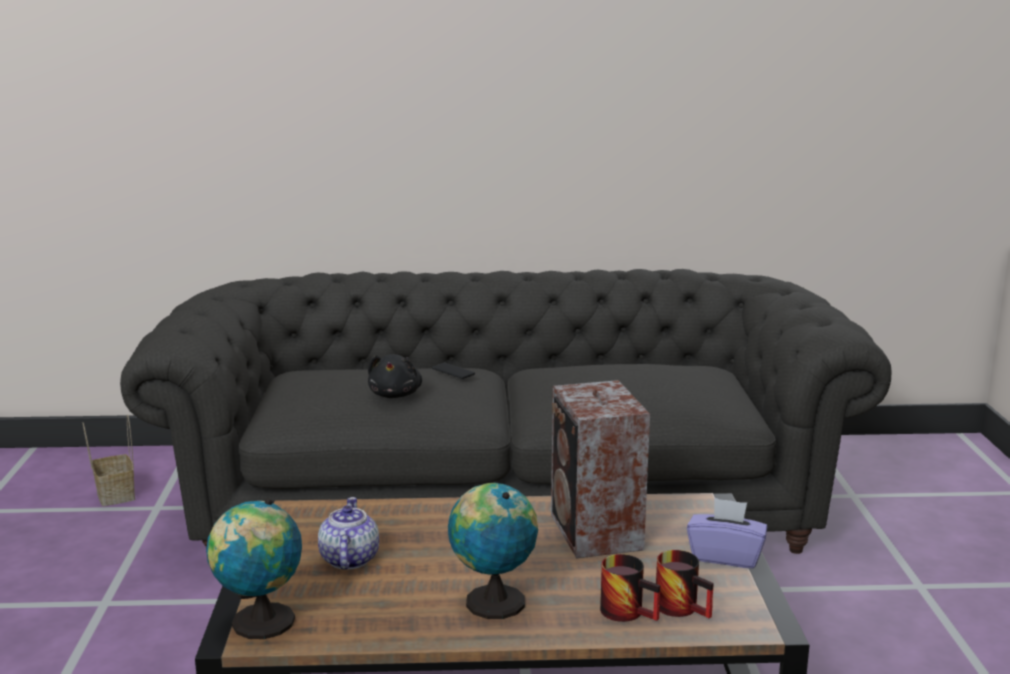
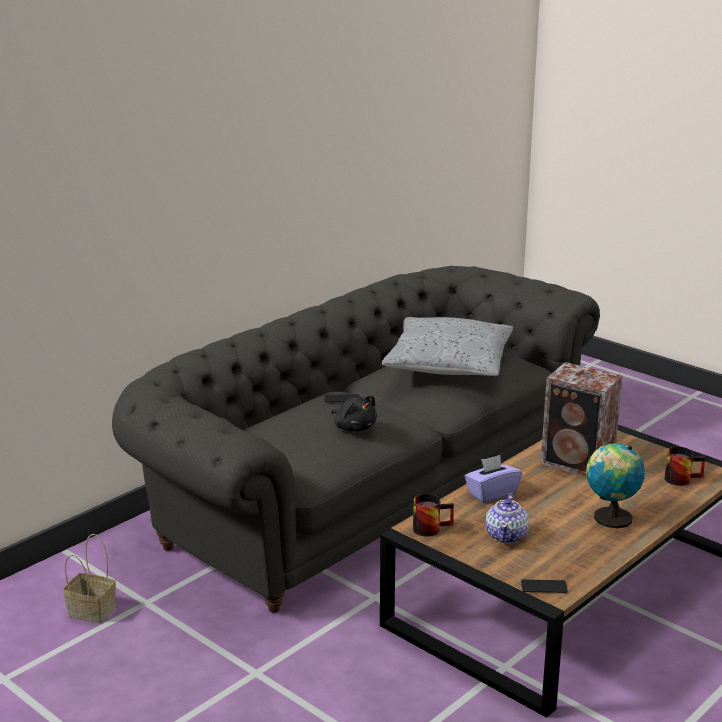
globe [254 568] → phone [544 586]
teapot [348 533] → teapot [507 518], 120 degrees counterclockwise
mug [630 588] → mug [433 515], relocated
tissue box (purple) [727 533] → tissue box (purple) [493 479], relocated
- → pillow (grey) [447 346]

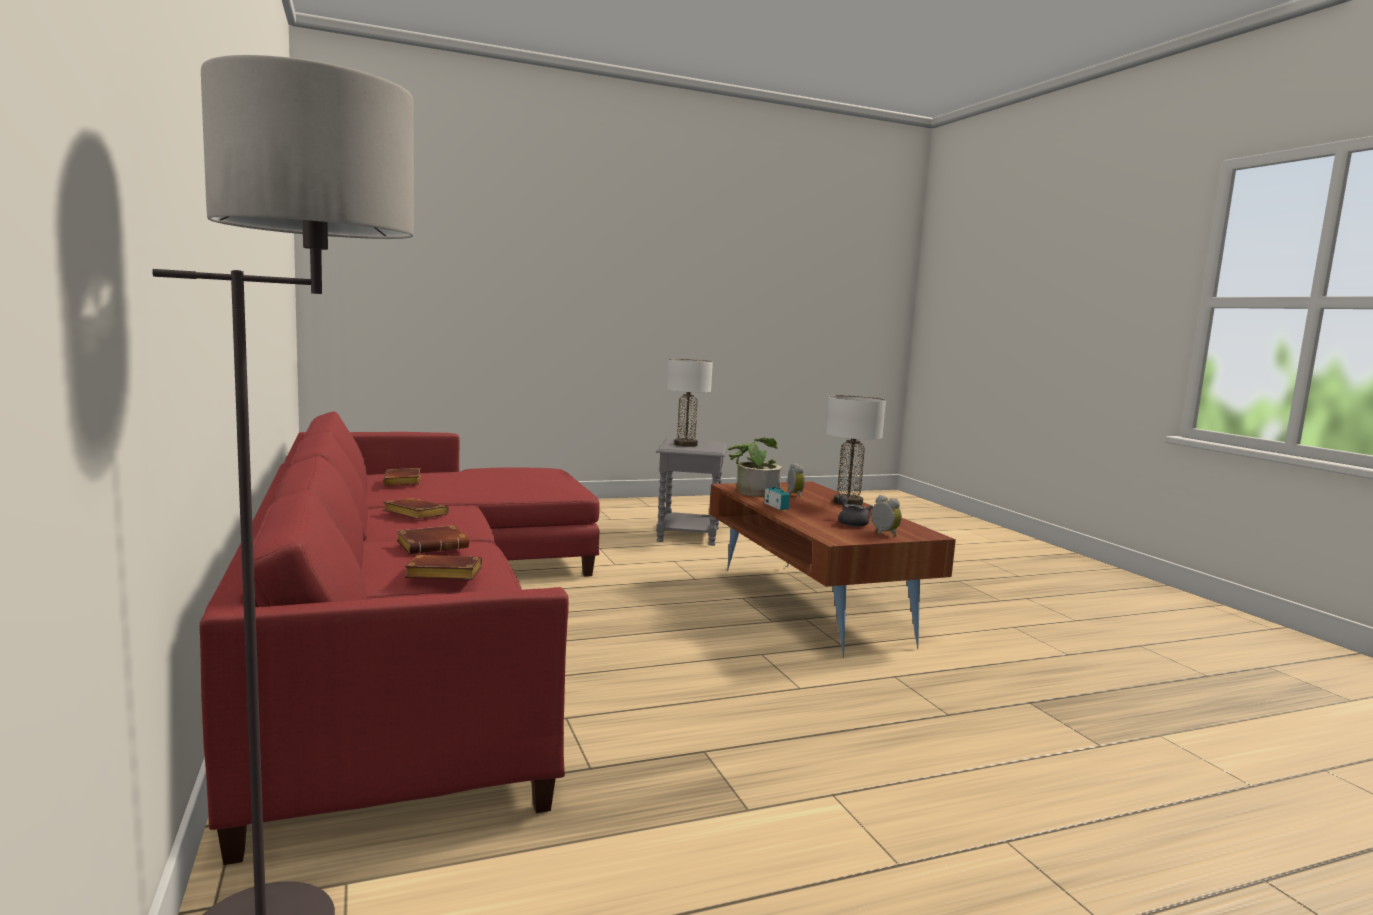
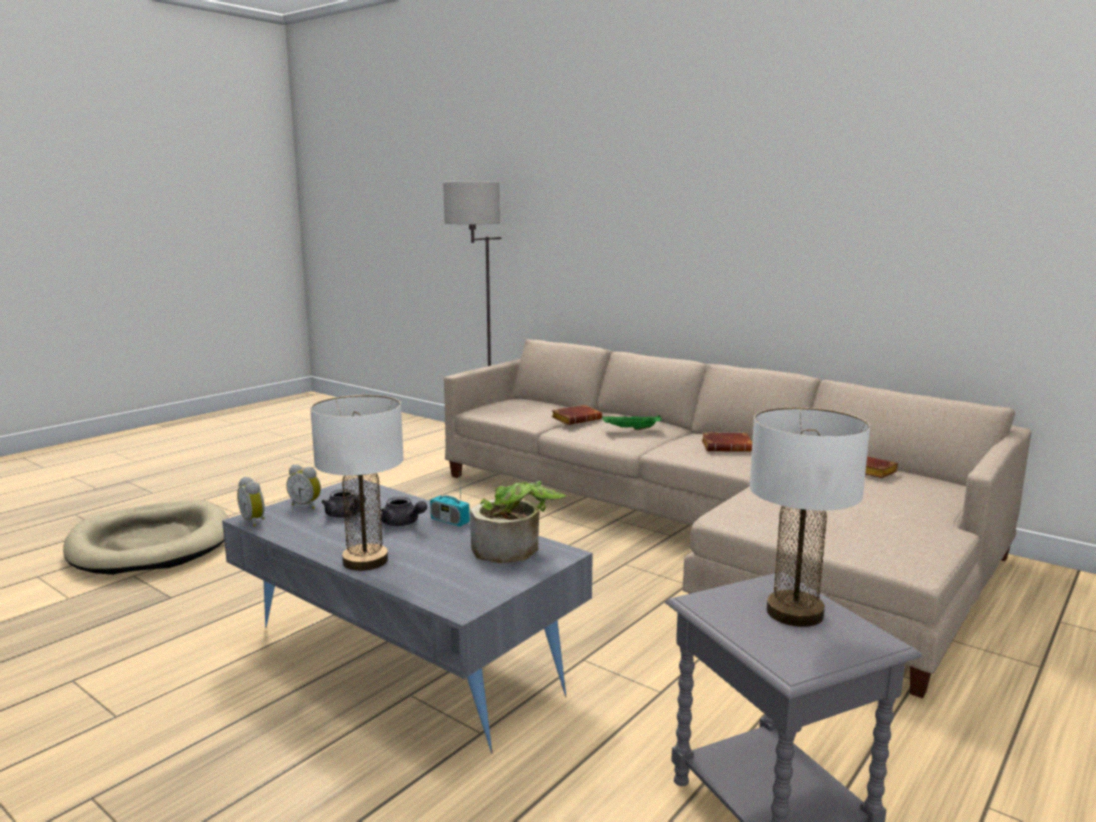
sofa (red) [400 638] → sofa (beige) [737 518]
book (brown) [433 539] → tray (green) [632 422]
coffee table (brown) [832 570] → coffee table (grey) [407 615]
alarm clock [796 480] → alarm clock [251 502], relocated
- → dog bed (beige) [145 537]
- → teapot (grey) [404 511]

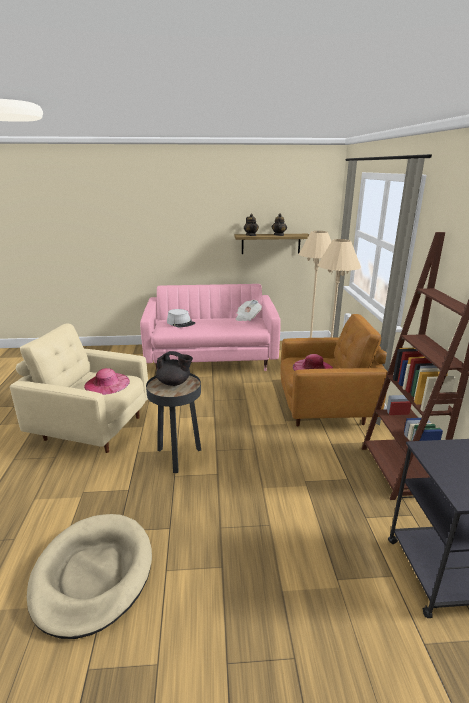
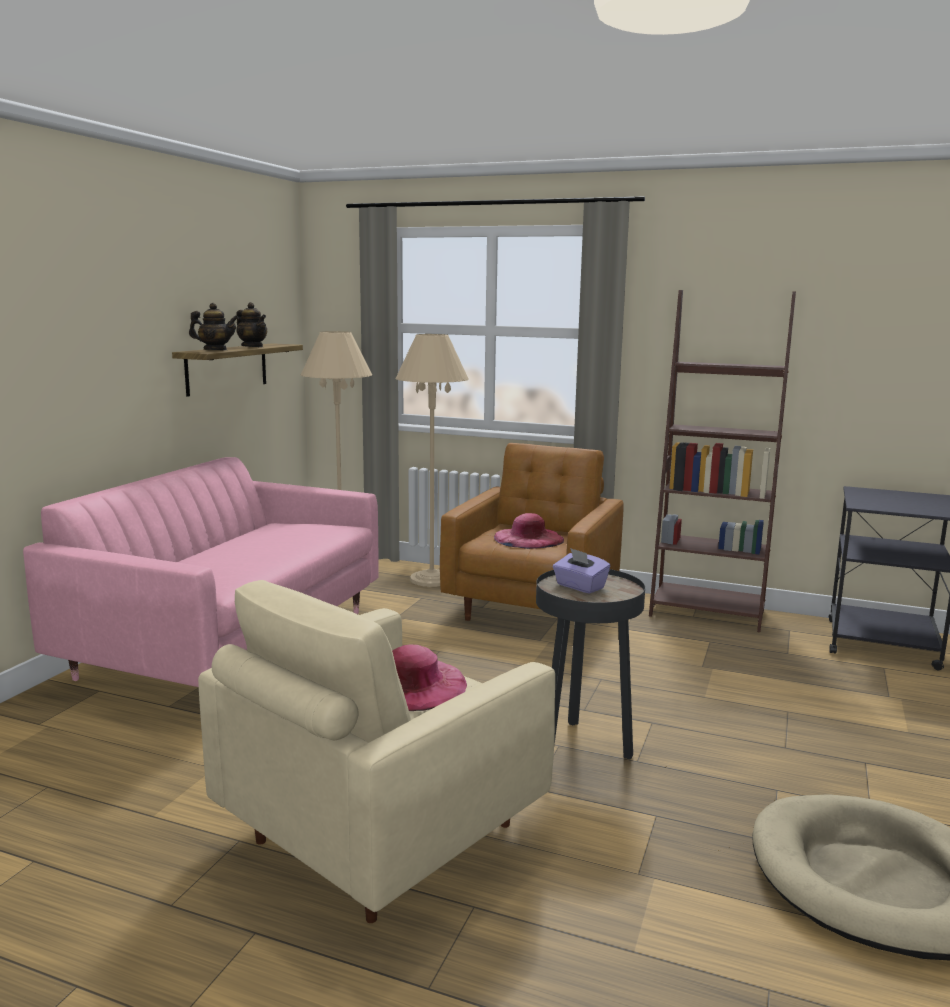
teapot (black) [174 368] → tissue box (purple) [581 571]
hat (grey) [181 318] → -
newspaper [248 310] → -

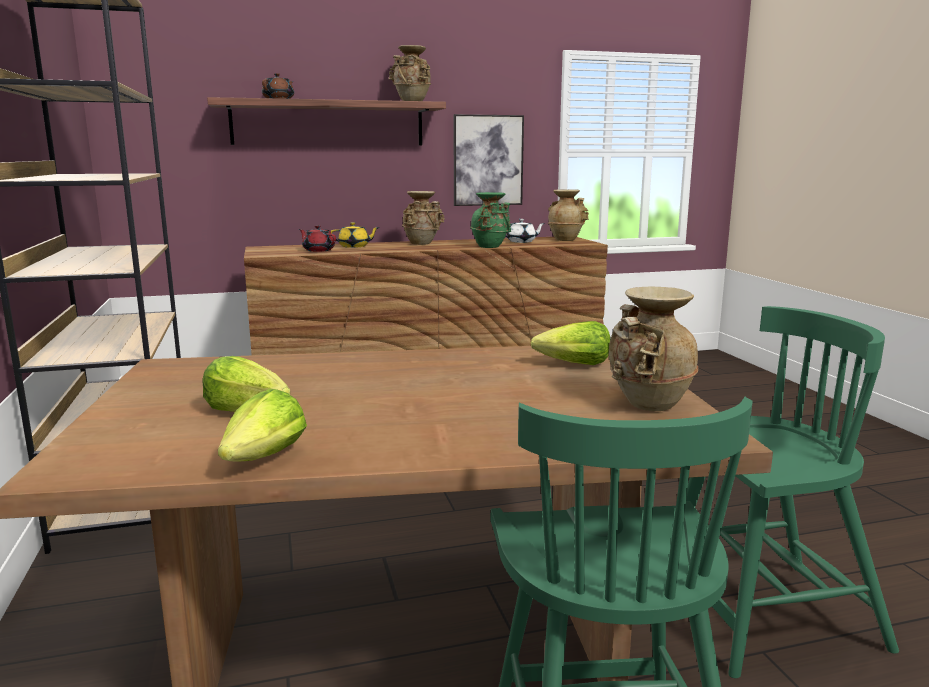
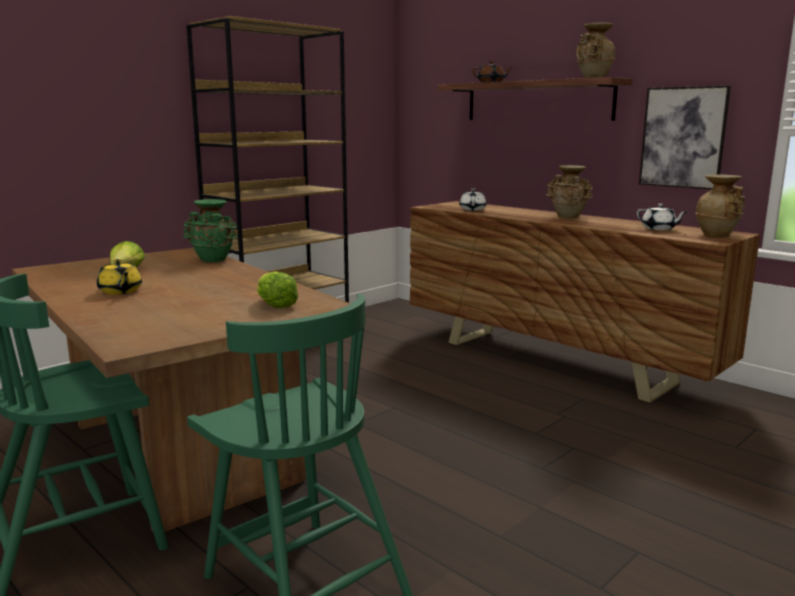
lettuce [262 425] → -
teapot (red) [317 238] → teapot (white) [473 199]
teapot (yellow) [355 235] → teapot (yellow) [119 277], relocated
vase (green) [490 220] → vase (green) [210 230], relocated
vase (beige) [653 349] → -

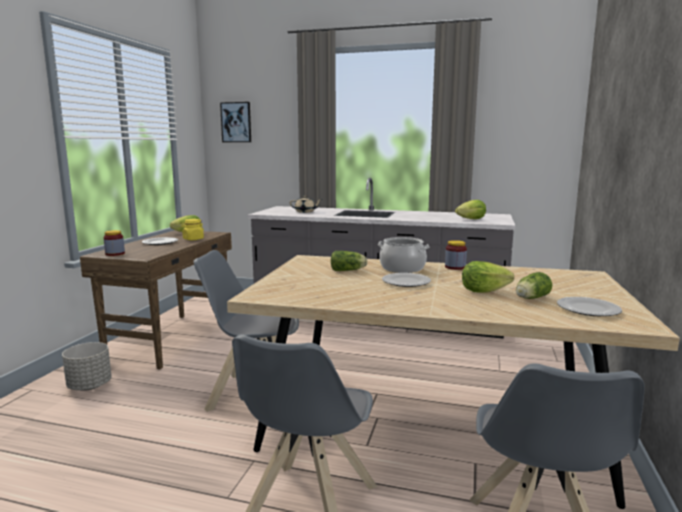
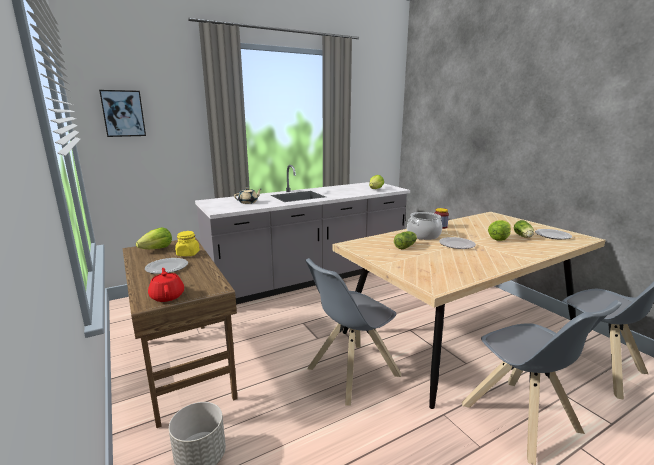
jar [114 243] → teapot (red) [166 285]

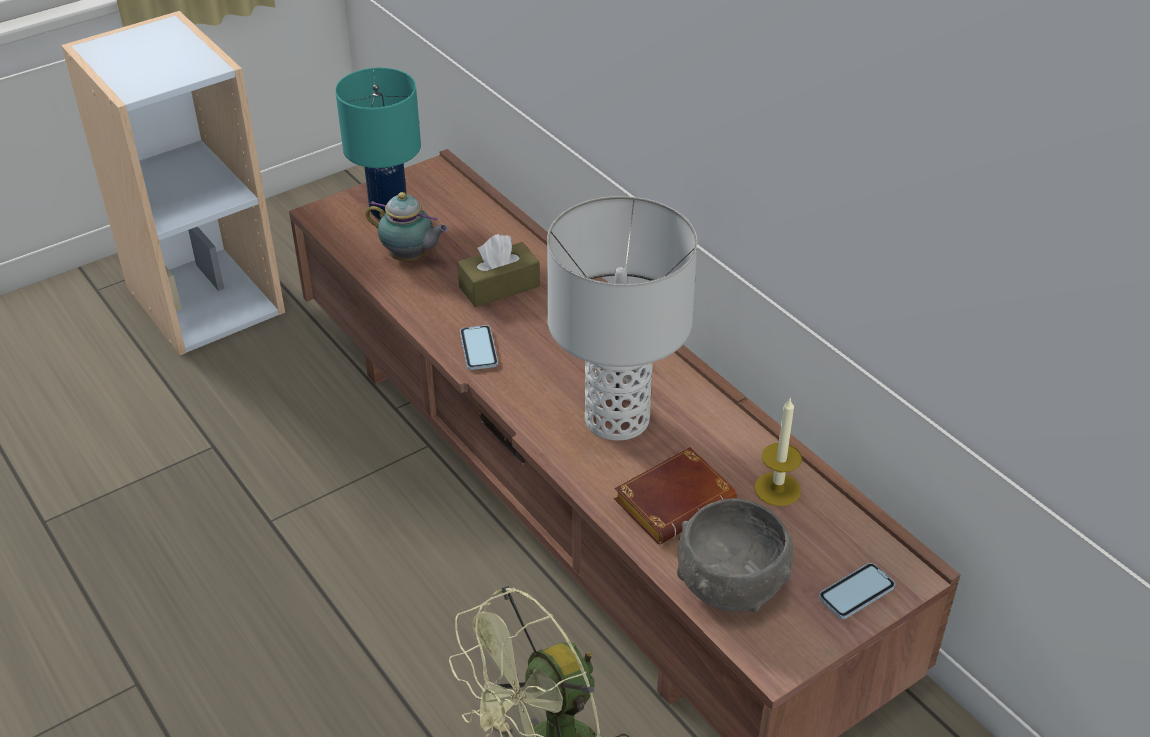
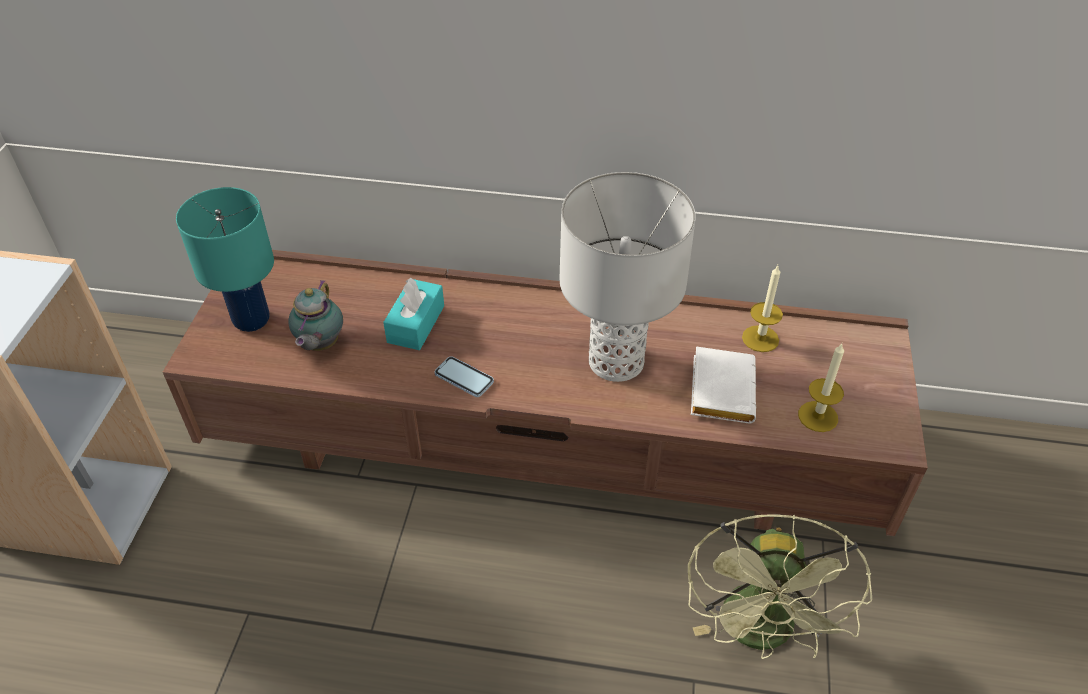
teapot [407 226] → teapot [315 315], 120 degrees clockwise
tissue box (brown) [498 270] → tissue box (turquoise) [413 314]
book (brown) [675 496] → book (white) [723 385]
bowl (grey) [735 555] → candle [821 388]
phone [857 591] → -

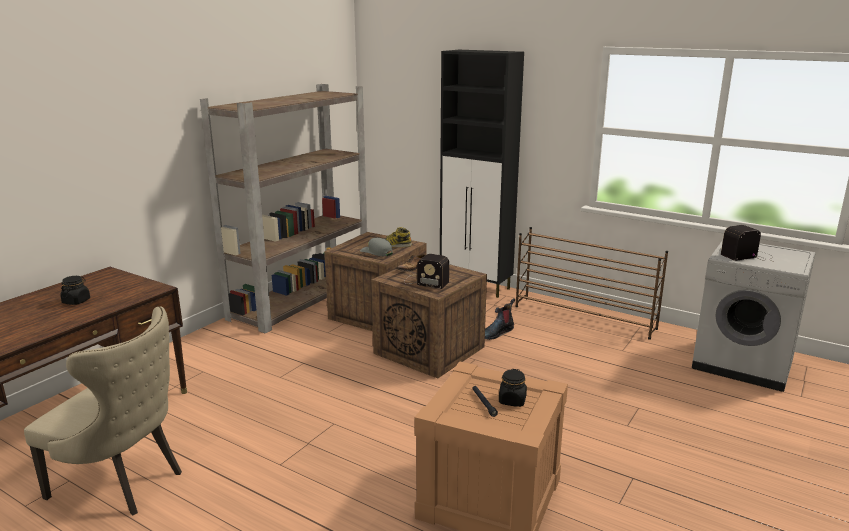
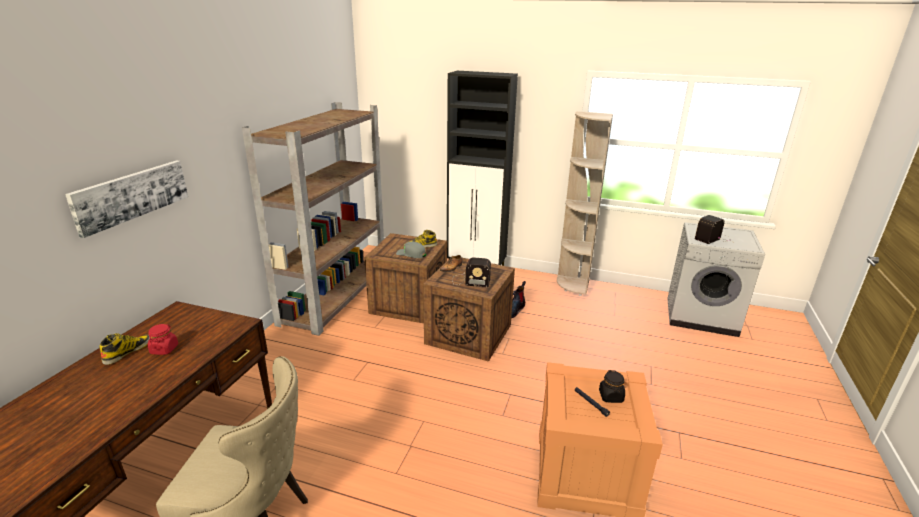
jar (black) [75 290] → jar (red) [162 339]
shoe rack (brown) [591 283] → bookcase (beige) [585 203]
- → picture [126 199]
- → boot [124 349]

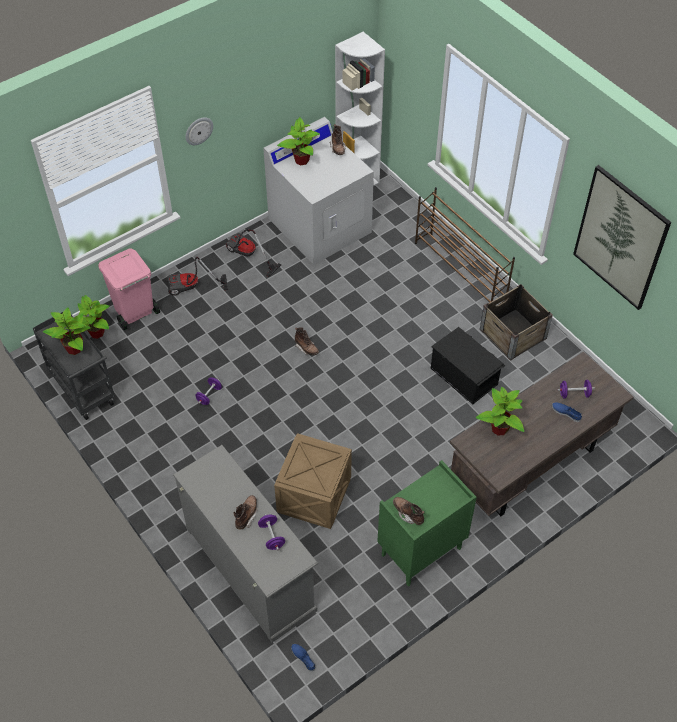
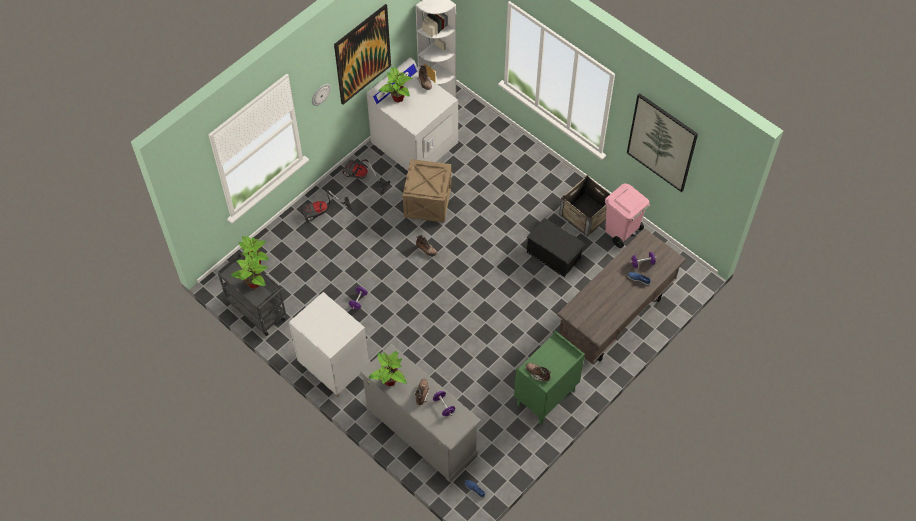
trash can (pink) [129 289] → trash can (pink) [627 215], relocated
crate [313 481] → crate [427 191], relocated
shoe rack (brown) [465 245] → -
potted plant [500 411] → potted plant [387 368], relocated
- → dresser (white) [329 344]
- → picture [362 54]

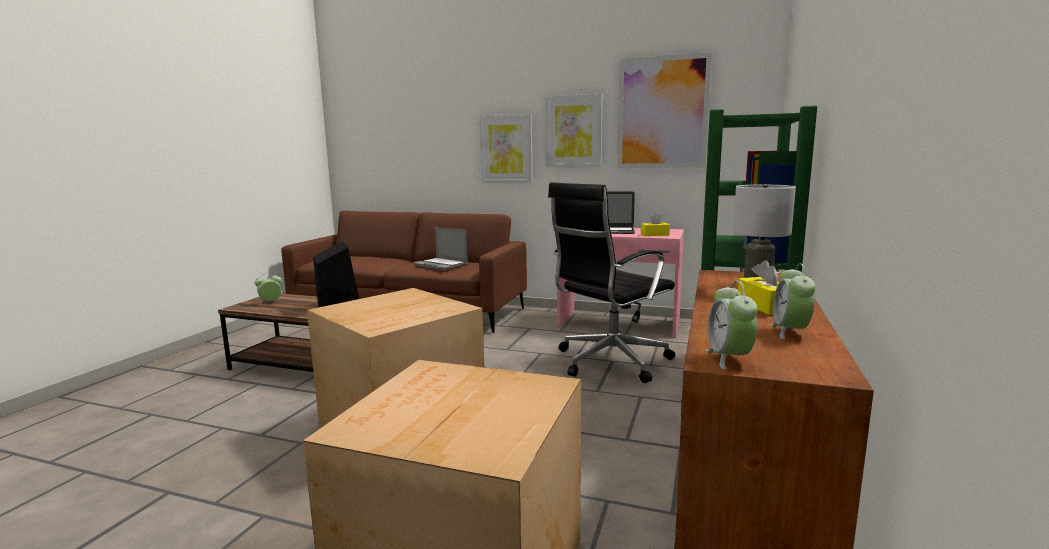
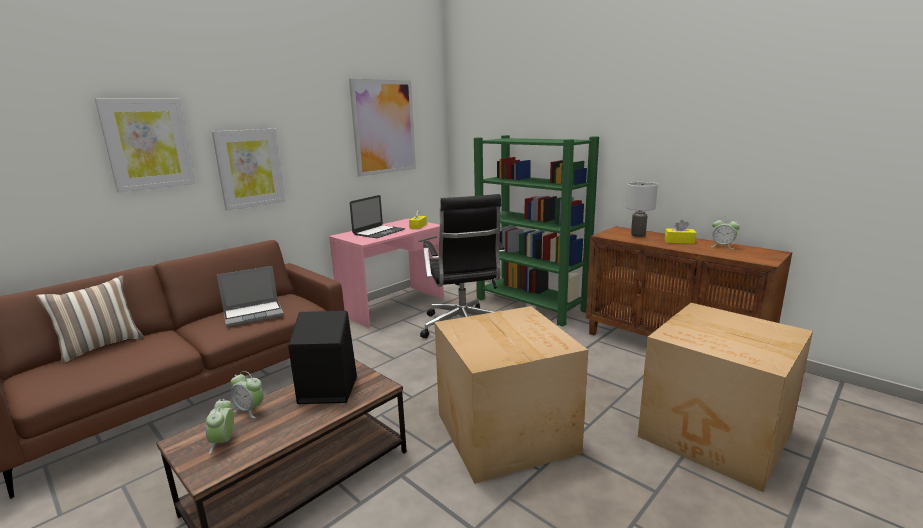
picture [574 130] → picture [145 145], relocated
alarm clock [732 325] → alarm clock [247 394], relocated
- → pillow [90 319]

